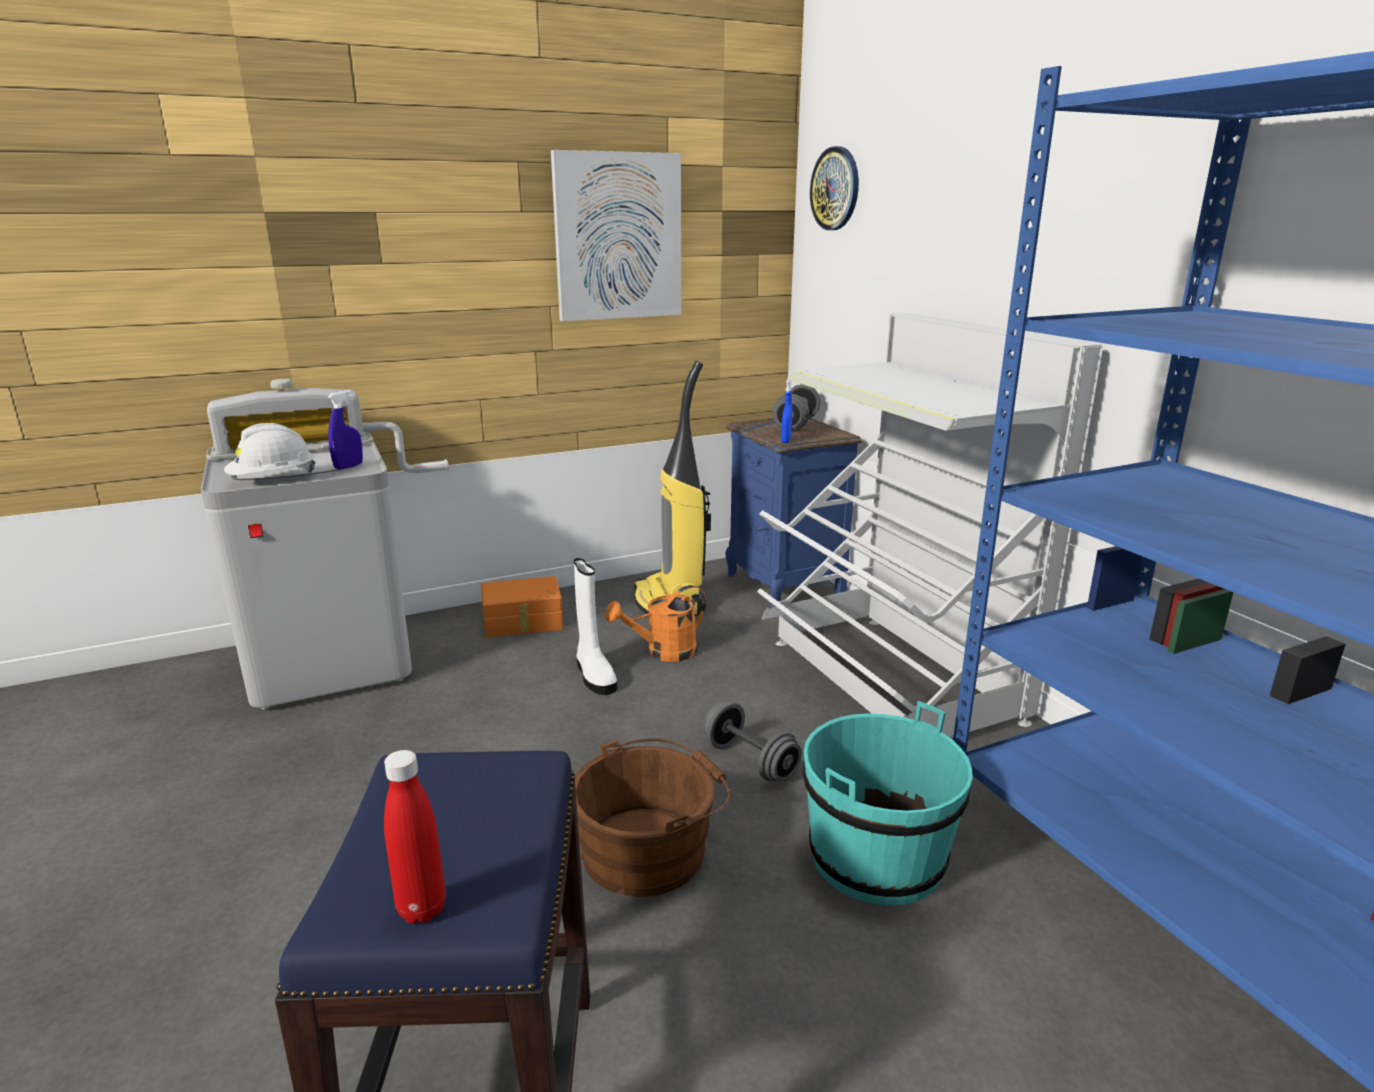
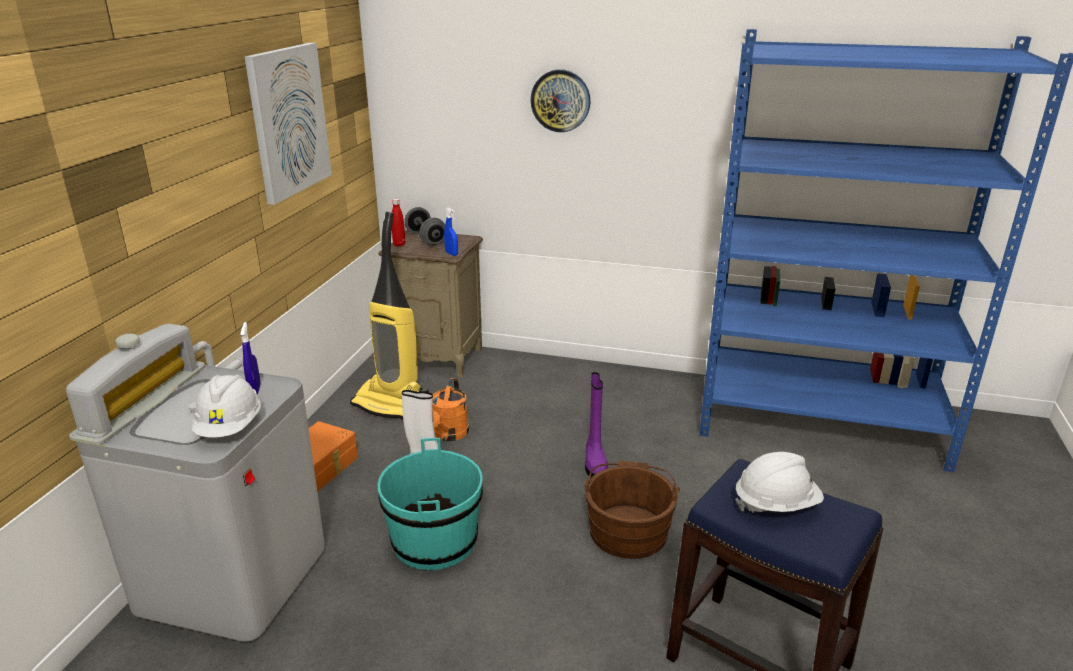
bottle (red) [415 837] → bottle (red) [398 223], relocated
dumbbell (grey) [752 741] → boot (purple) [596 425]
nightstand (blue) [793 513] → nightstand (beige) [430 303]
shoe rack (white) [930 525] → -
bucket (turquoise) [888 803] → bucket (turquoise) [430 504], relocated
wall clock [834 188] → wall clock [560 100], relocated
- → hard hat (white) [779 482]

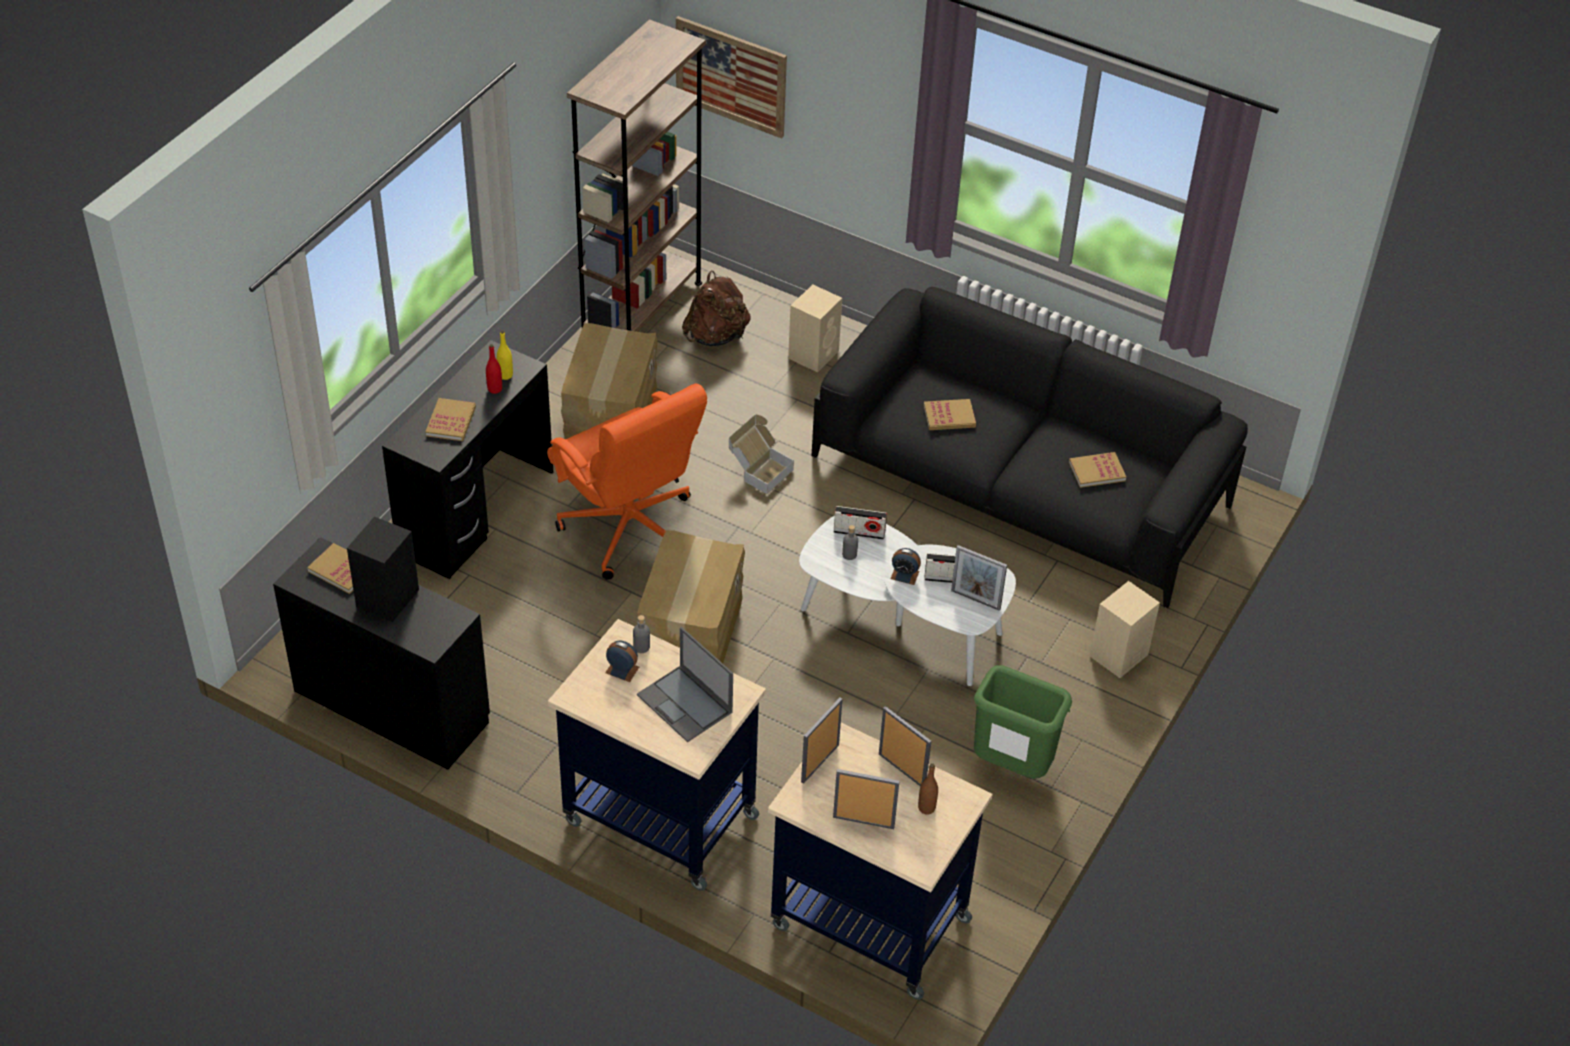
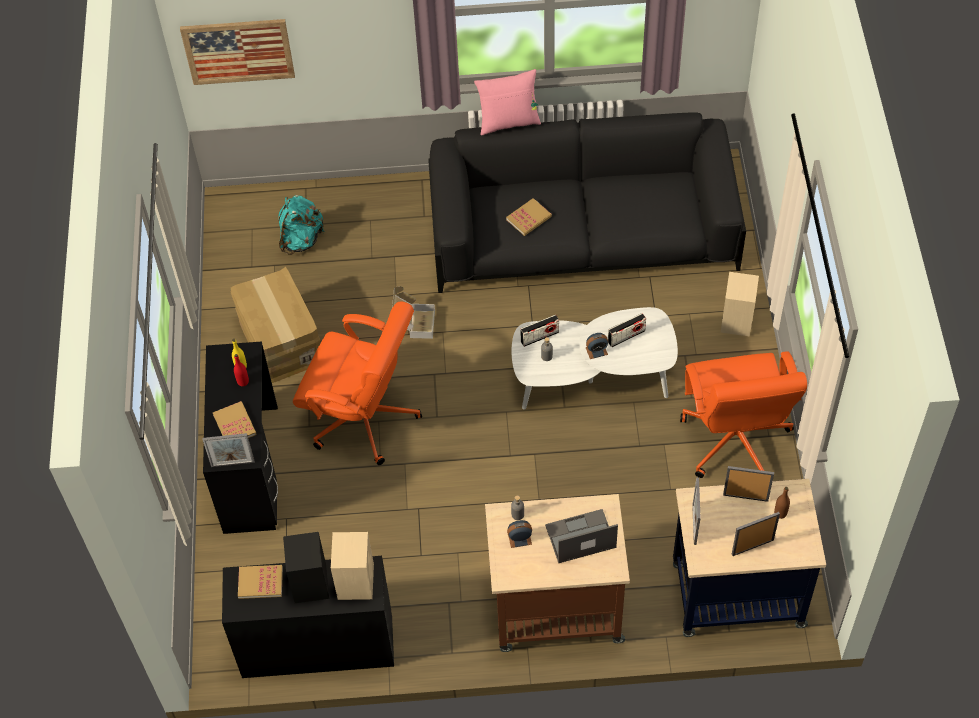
cart (blue) [657 755] → cart (brown) [557 573]
bookcase (brown) [636 175] → -
cardboard box [691 596] → -
laptop [685 684] → laptop [581 536], 150 degrees clockwise
backpack (brown) [716 308] → backpack (turquoise) [301 225]
speaker (beige) [815 328] → speaker (beige) [352 566], relocated
picture frame [979 578] → picture frame [229 450], relocated
trash can (green) [1023 722] → office chair (orange) [743 414]
book [1097 470] → -
- → pillow (pink) [507 102]

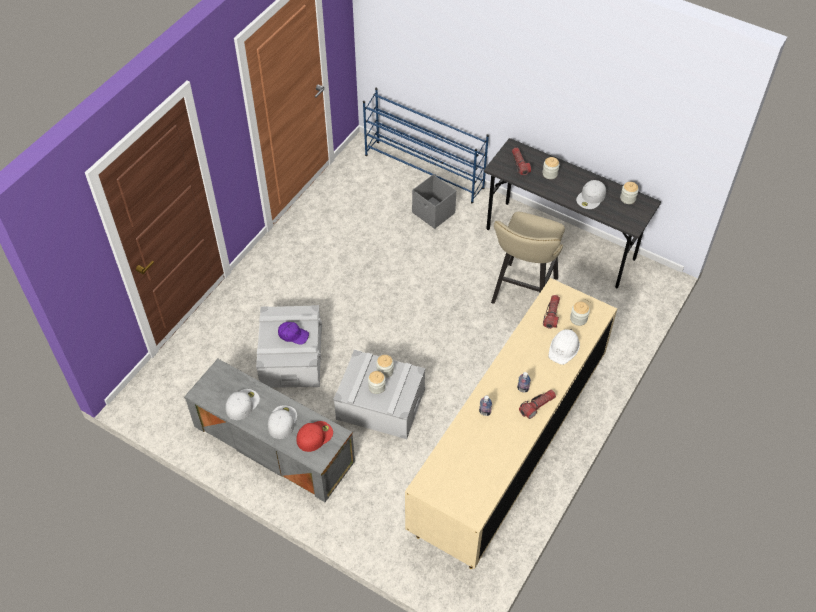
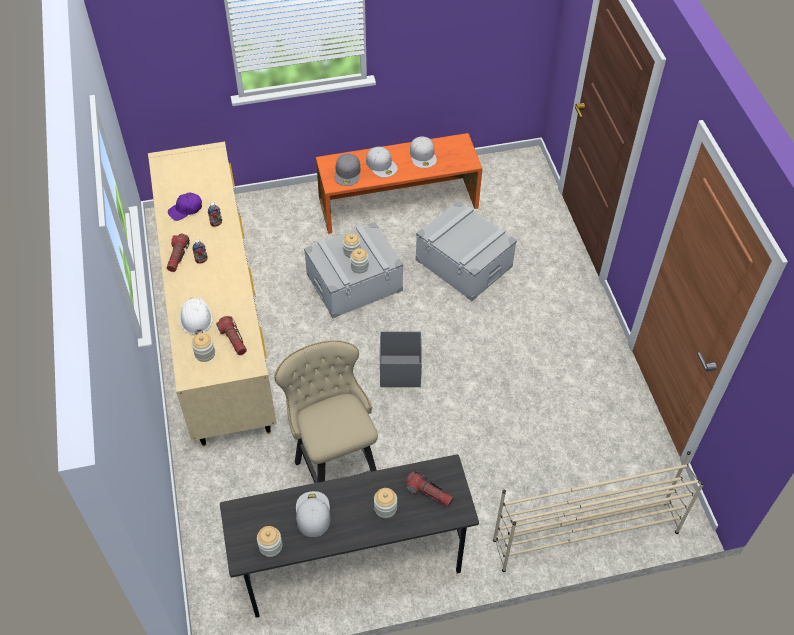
bench (grey) [269 430] → bench (orange) [399 183]
cap (purple) [293 333] → cap (purple) [185 206], relocated
cap (red) [314 436] → cap (grey) [348 169]
shoe rack (blue) [426 145] → shoe rack (beige) [599 511]
storage box (grey) [434 201] → storage box (grey) [401 359], relocated

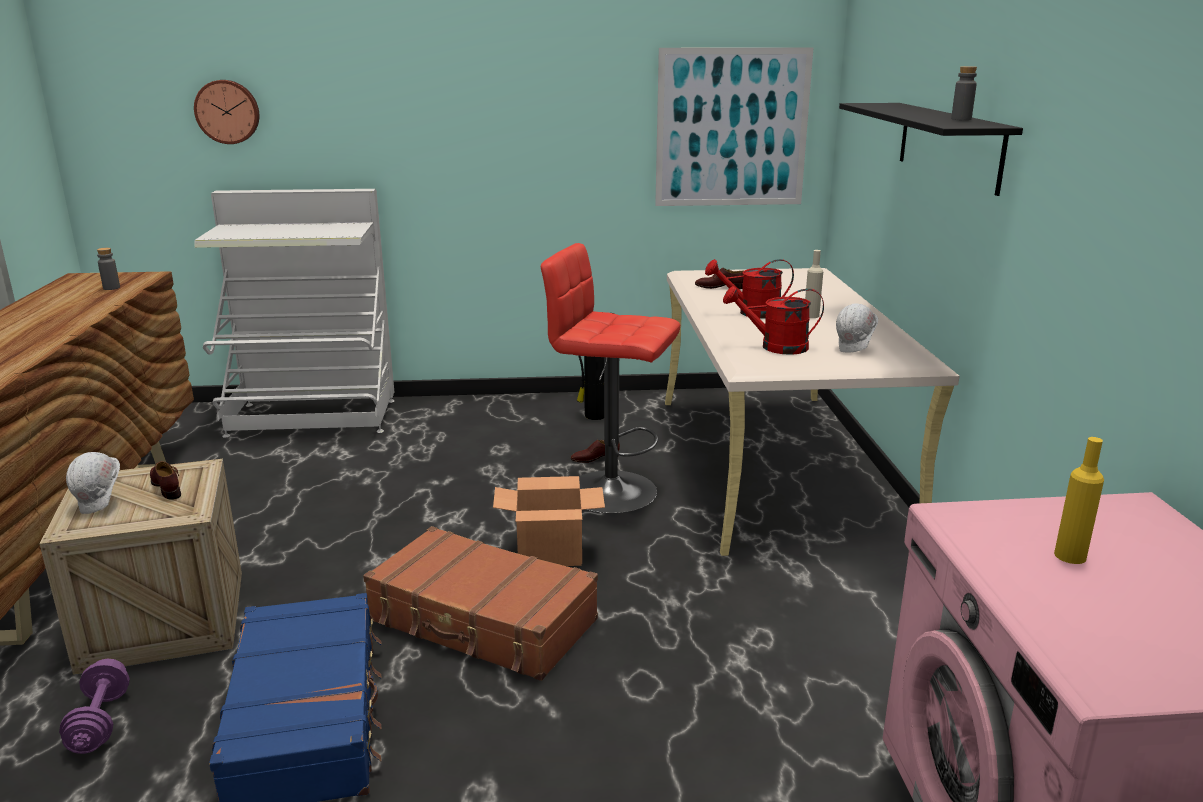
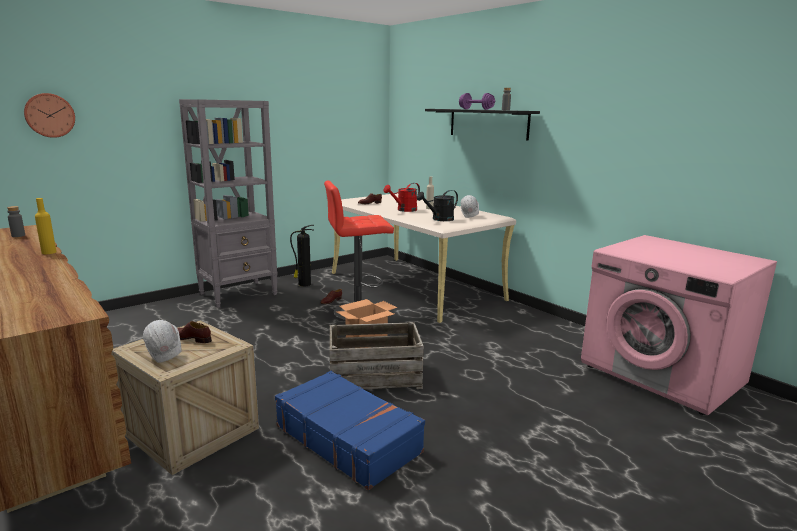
dumbbell (purple) [94 706] → dumbbell (purple) [477 101], relocated
shoe rack (white) [295 313] → -
suitcase (brown) [480 603] → crate [376 355]
picture [734 126] → -
watering can (red) [773 320] → watering can (black) [437 205]
bottle (yellow) [1079 500] → bottle (yellow) [45 226], relocated
- → bookcase (grey) [228 203]

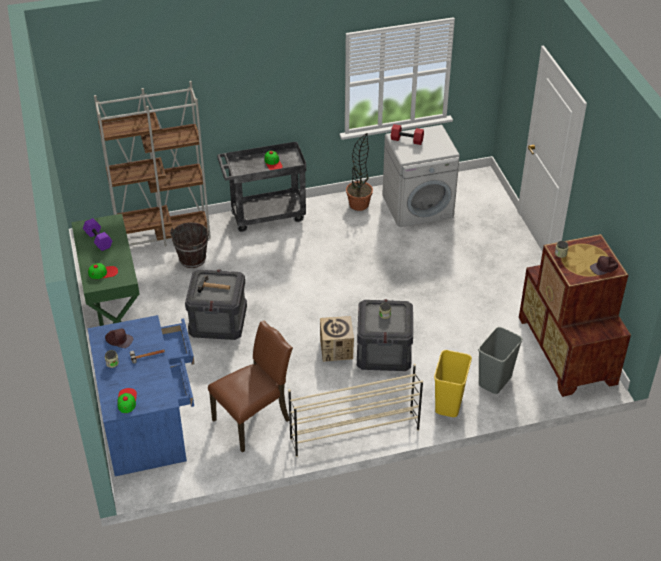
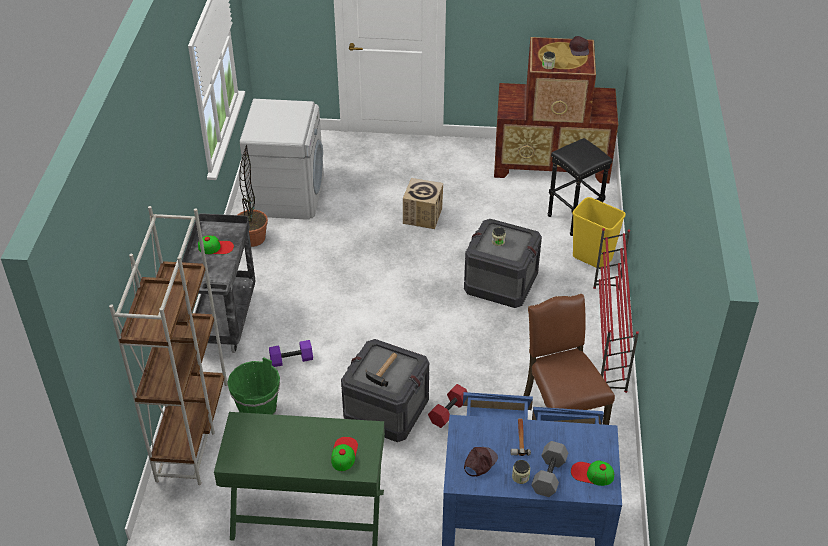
dumbbell (purple) [97 234] → dumbbell (purple) [291 353], relocated
bucket (brown) [189 245] → bucket (green) [253 386]
shoe rack (beige) [355 410] → shoe rack (red) [616 310]
cardboard box [337 339] → cardboard box [423 203], relocated
dumbbell (red) [407 134] → dumbbell (red) [447 406], relocated
trash can (grey) [500 360] → stool (black) [580 187]
- → dumbbell (grey) [549 469]

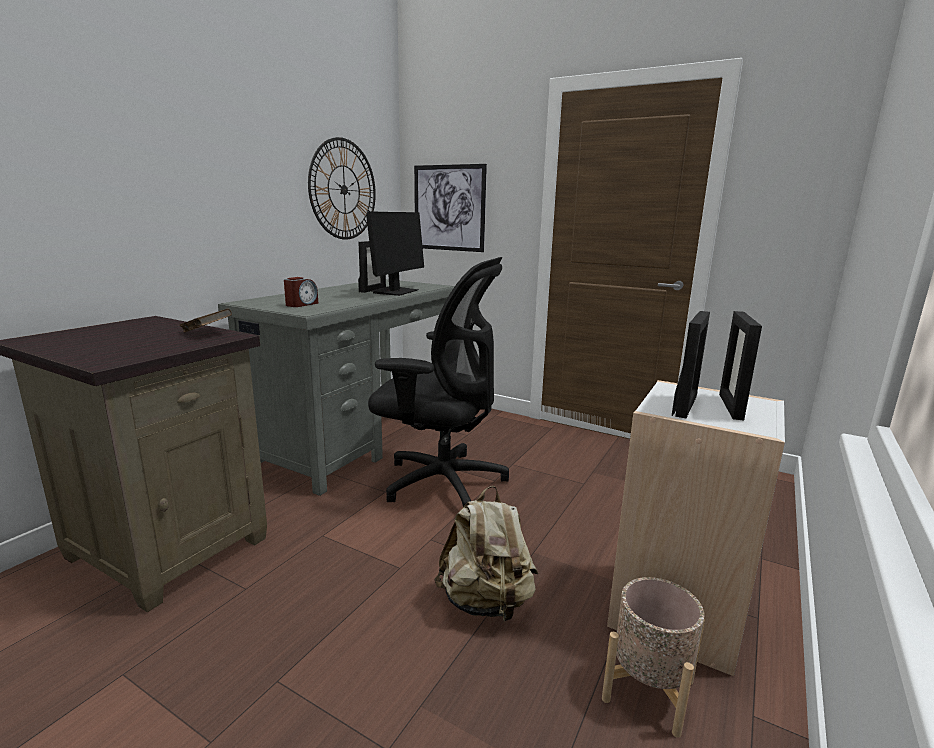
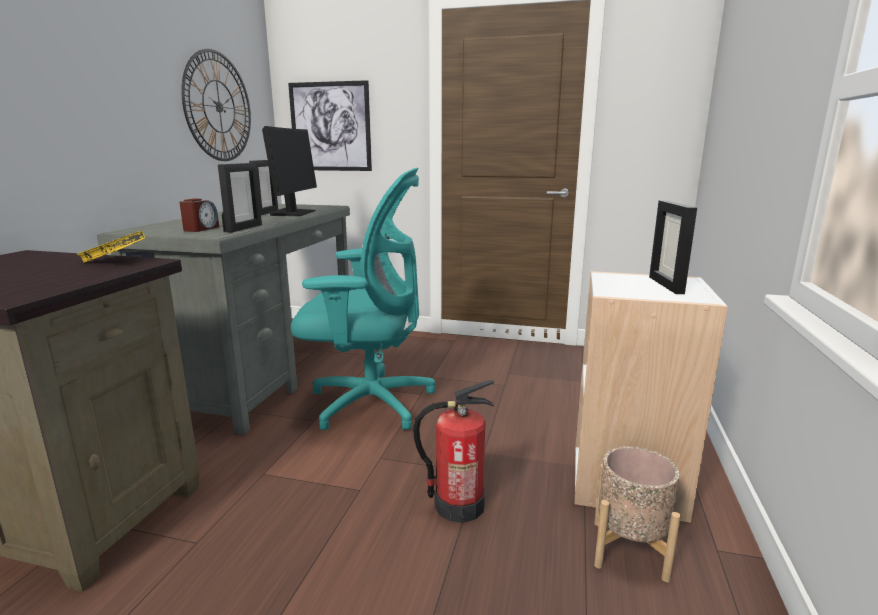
book (brown) [206 321] → book (yellow) [111 247]
office chair (black) [438 382] → office chair (turquoise) [363 299]
backpack (beige) [486 553] → fire extinguisher [453 451]
picture frame [691 364] → picture frame [240 197], relocated

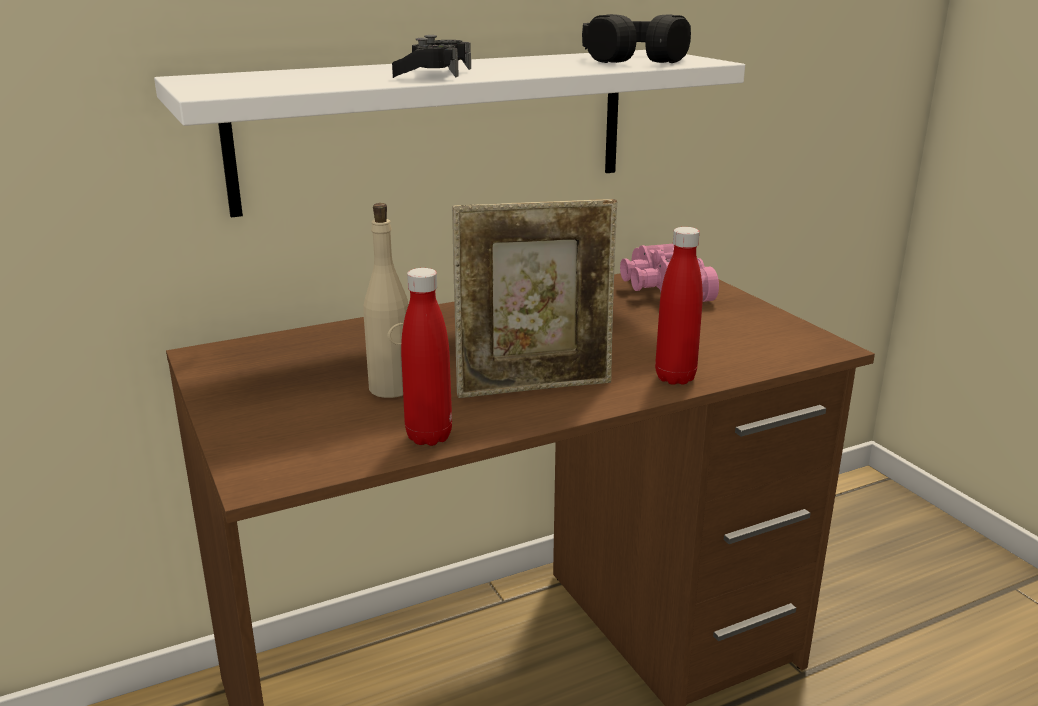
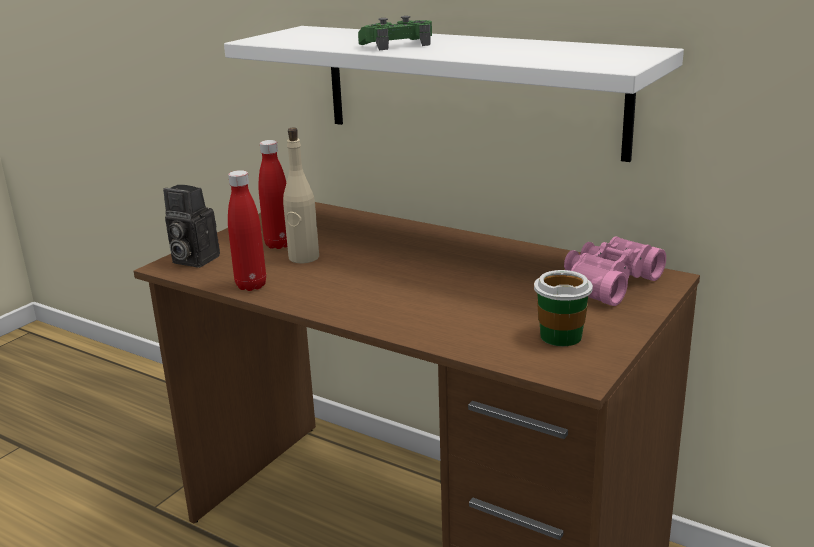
game controller (black) [431 56] → game controller (green) [395 33]
picture frame [534 298] → -
headphones (black) [636 38] → -
bottle (red) [679 306] → bottle (red) [273 194], relocated
- → photo camera [191 226]
- → cup [563 308]

